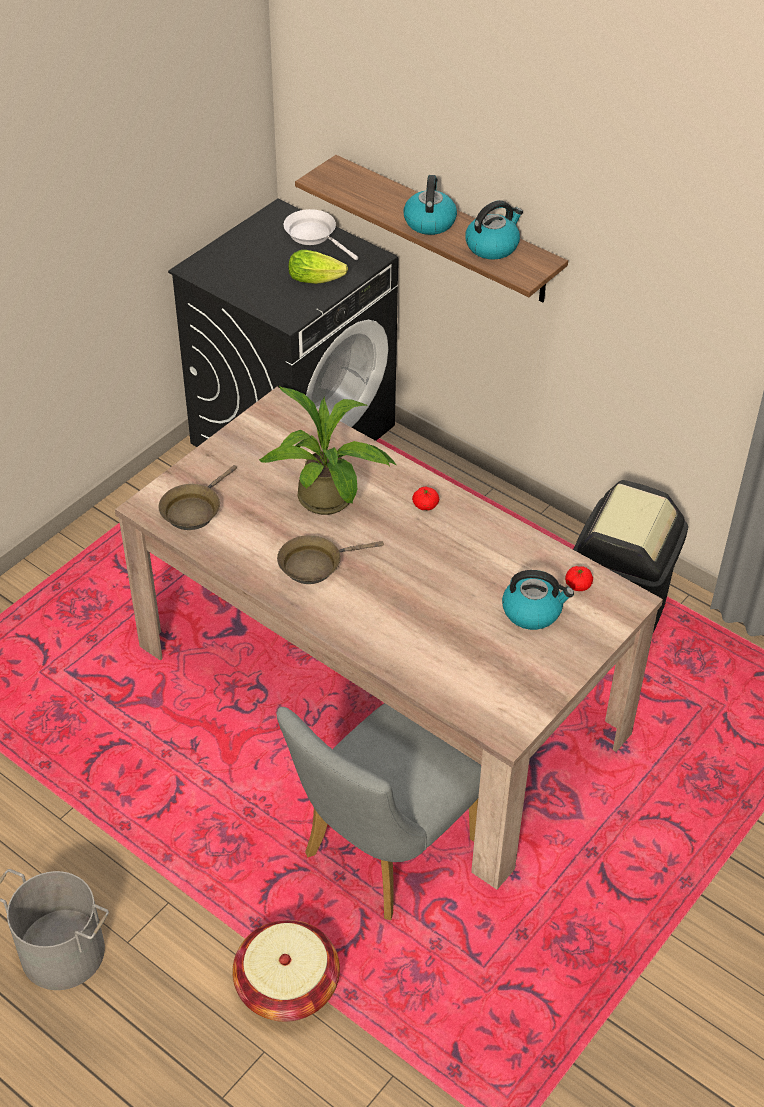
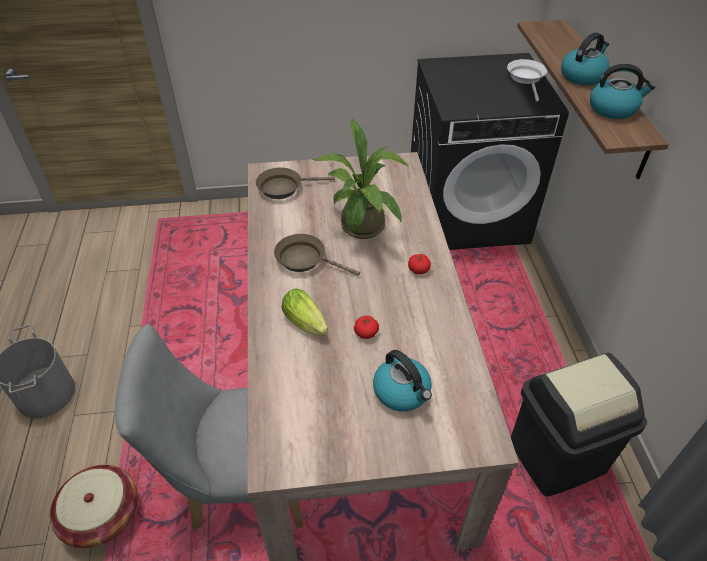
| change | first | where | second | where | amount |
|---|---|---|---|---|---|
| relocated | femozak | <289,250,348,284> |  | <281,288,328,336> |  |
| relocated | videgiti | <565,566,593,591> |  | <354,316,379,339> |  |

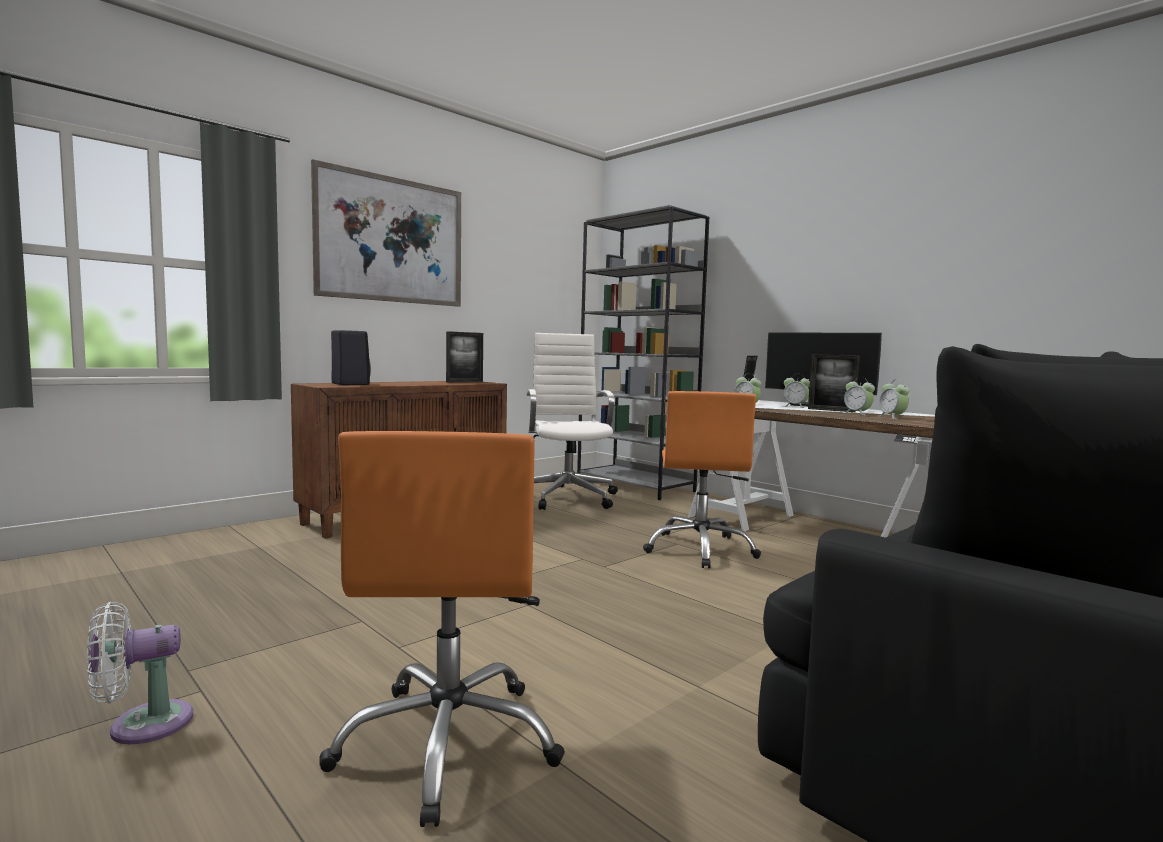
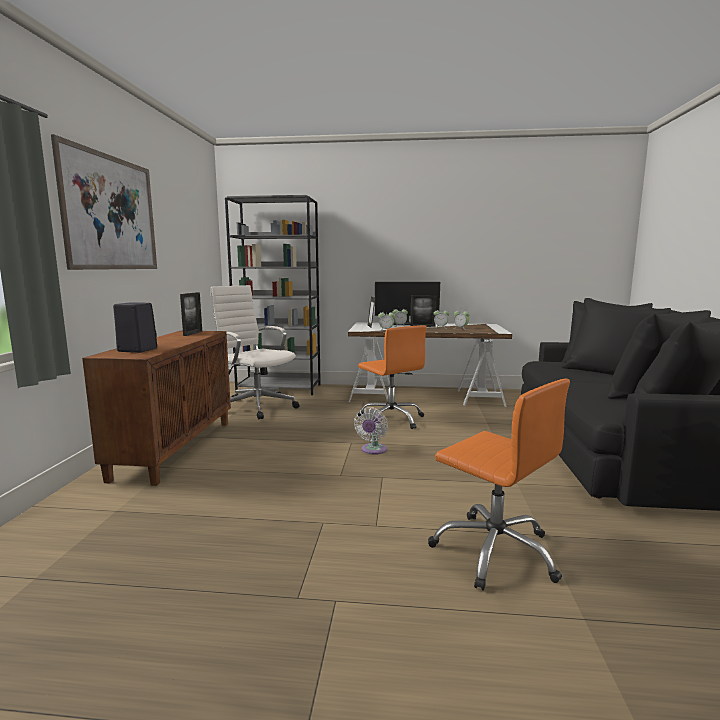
| change | first | where | second | where | amount |
|---|---|---|---|---|---|
| relocated | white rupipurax | <87,602,193,744> |  | <354,407,388,455> |  |

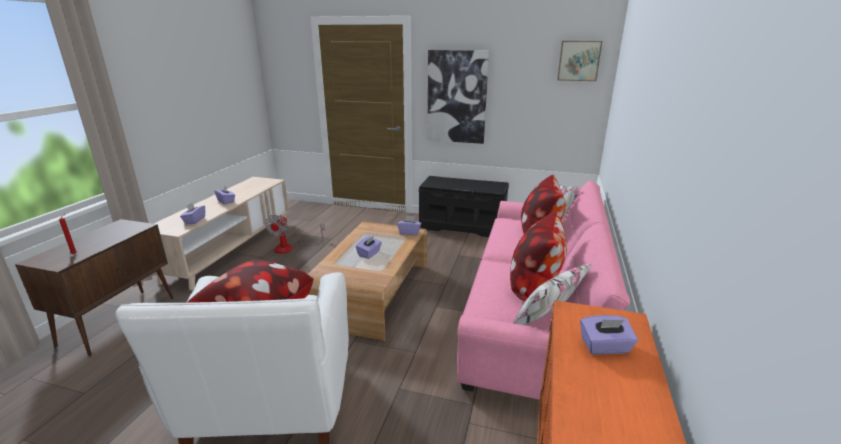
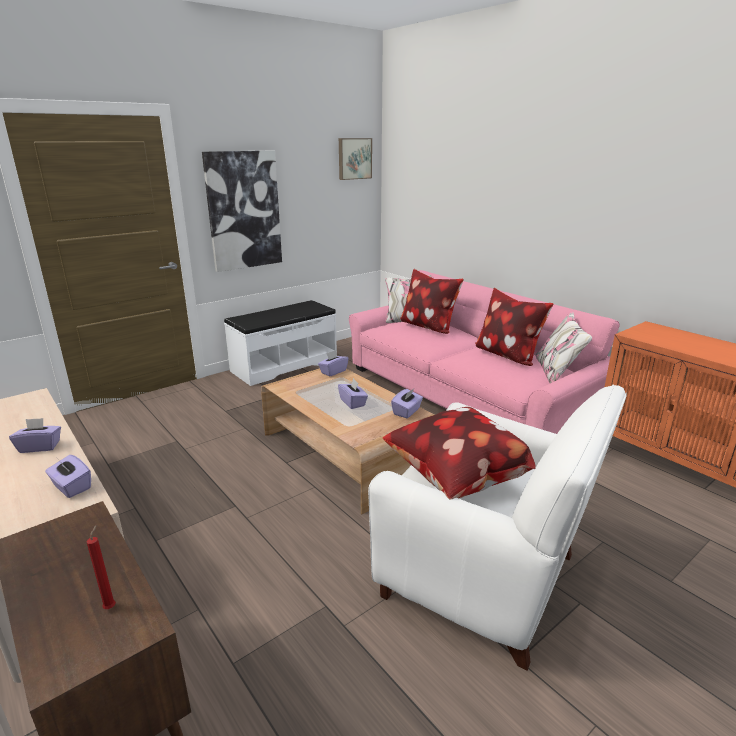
| change | first | where | second | where | amount |
|---|---|---|---|---|---|
| colour | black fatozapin | <419,176,509,237> | white fatozapin | <224,300,337,386> |  |
| relocated | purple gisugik | <580,315,638,355> |  | <391,389,423,418> |  |
| missing | rupipurax | <265,215,325,254> |  |  |  |

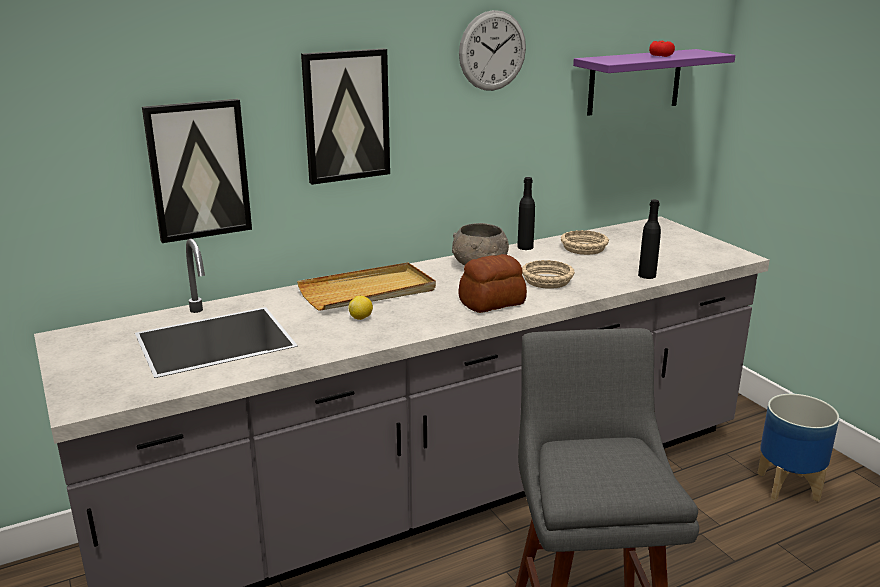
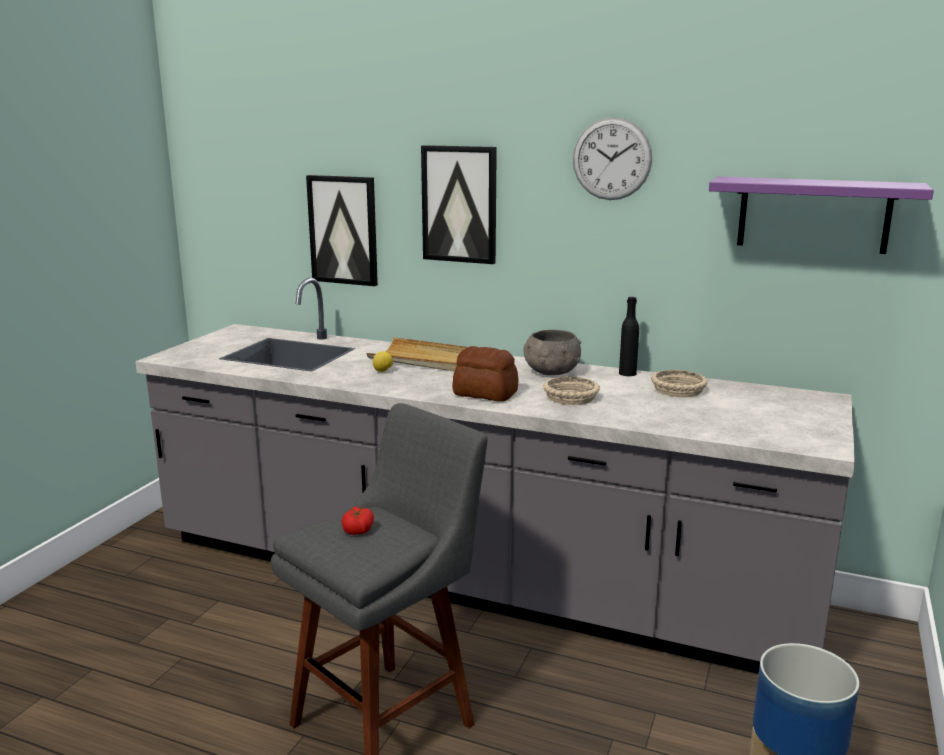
| change | first | where | second | where | amount |
|---|---|---|---|---|---|
| relocated | videgiti | <649,41,675,57> |  | <341,506,374,535> |  |
| missing | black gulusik | <638,200,661,279> |  |  |  |

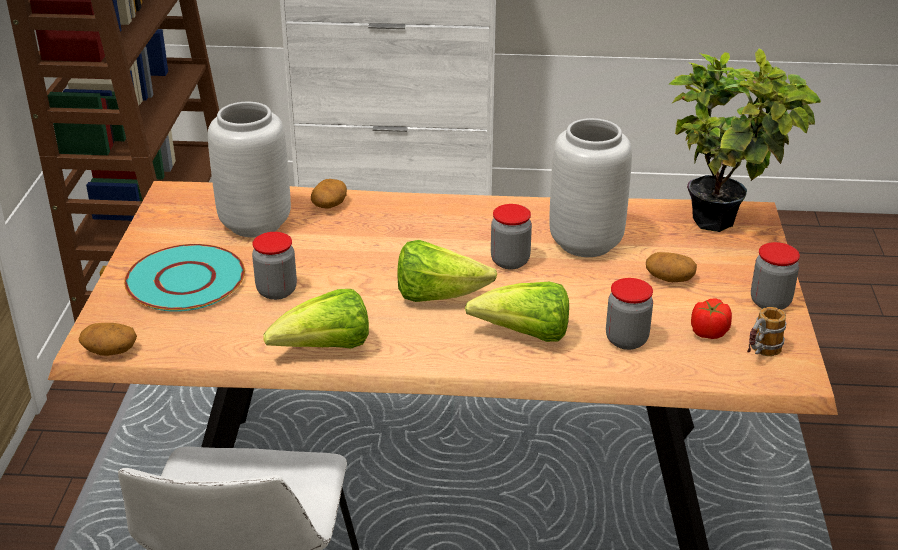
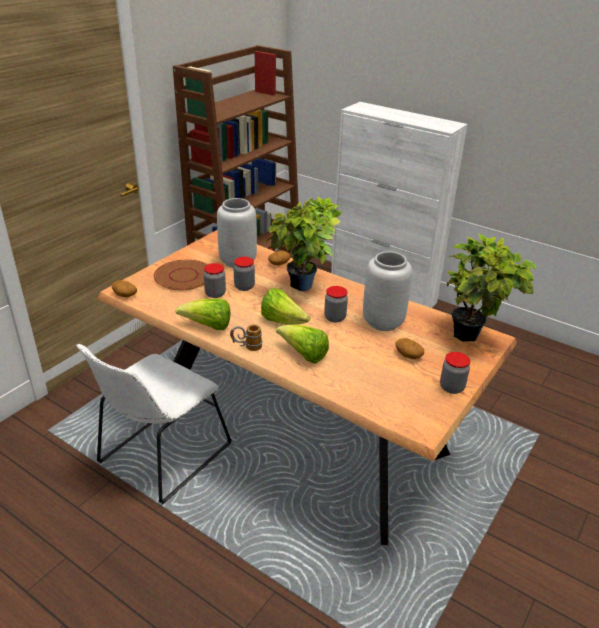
| change | first | where | second | where | amount |
|---|---|---|---|---|---|
| colour | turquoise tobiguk | <124,244,245,312> | brown tobiguk | <154,260,208,290> |  |
| relocated | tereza | <747,307,787,356> |  | <230,324,262,351> |  |
| relocated | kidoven | <606,278,653,350> |  | <234,257,255,291> |  |
| appeared |  |  | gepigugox | <266,197,342,291> |  |
| missing | videgiti | <691,298,732,339> |  |  |  |

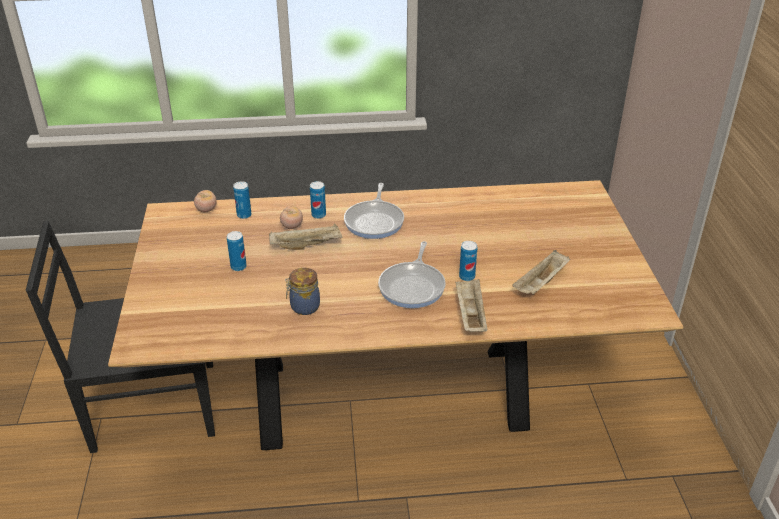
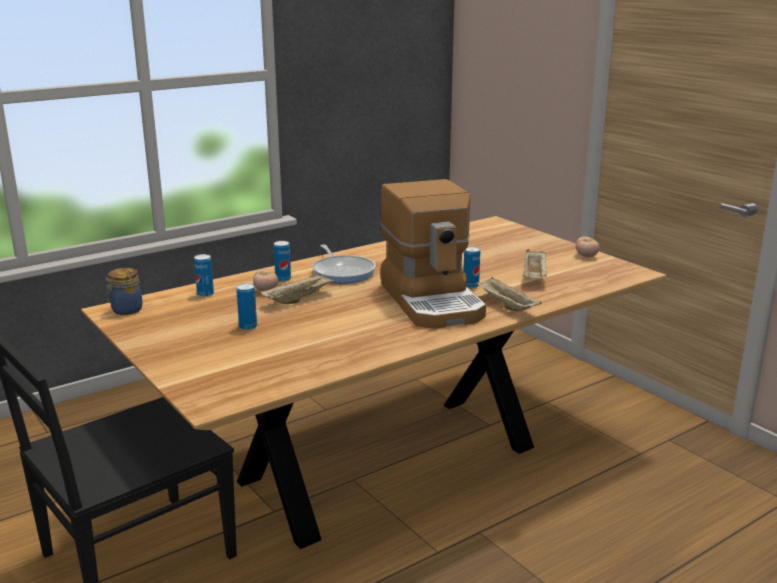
| change | first | where | second | where | amount |
|---|---|---|---|---|---|
| relocated | kidoven | <285,268,320,315> |  | <105,268,143,315> |  |
| exchanged | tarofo | <378,241,446,308> | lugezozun | <380,179,486,329> |  |
| relocated | videgiti | <194,190,217,212> |  | <576,236,600,257> |  |

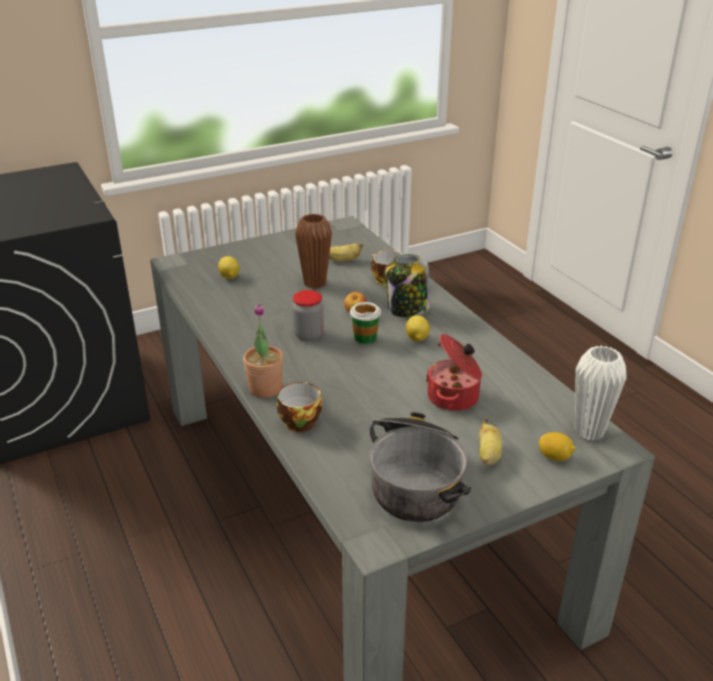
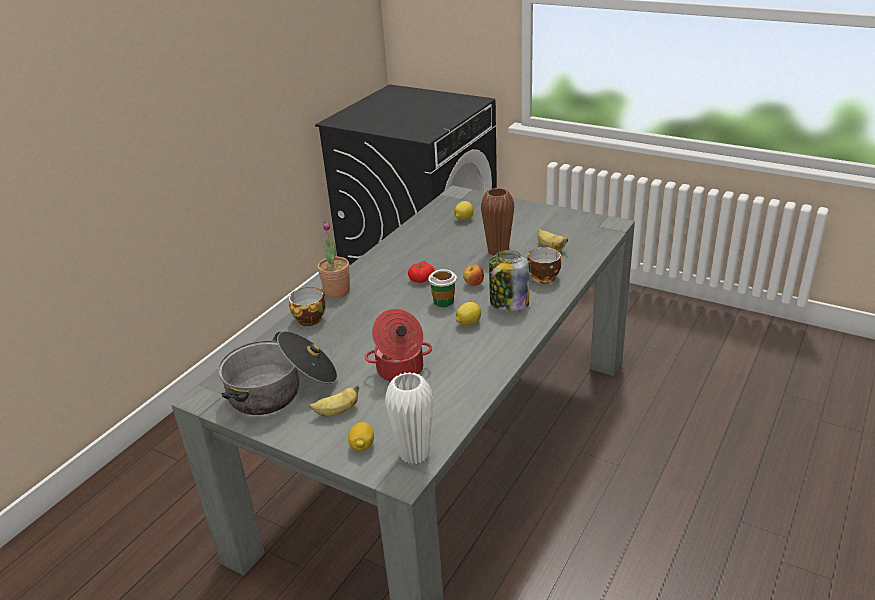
| change | first | where | second | where | amount |
|---|---|---|---|---|---|
| exchanged | kidoven | <292,290,324,341> | videgiti | <408,261,435,283> |  |

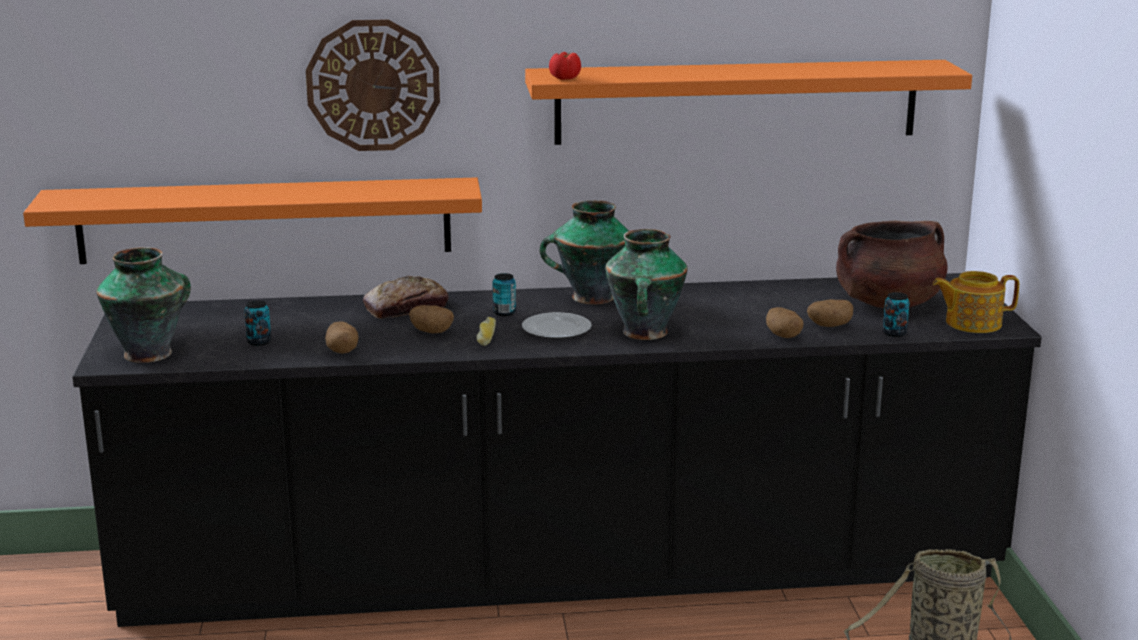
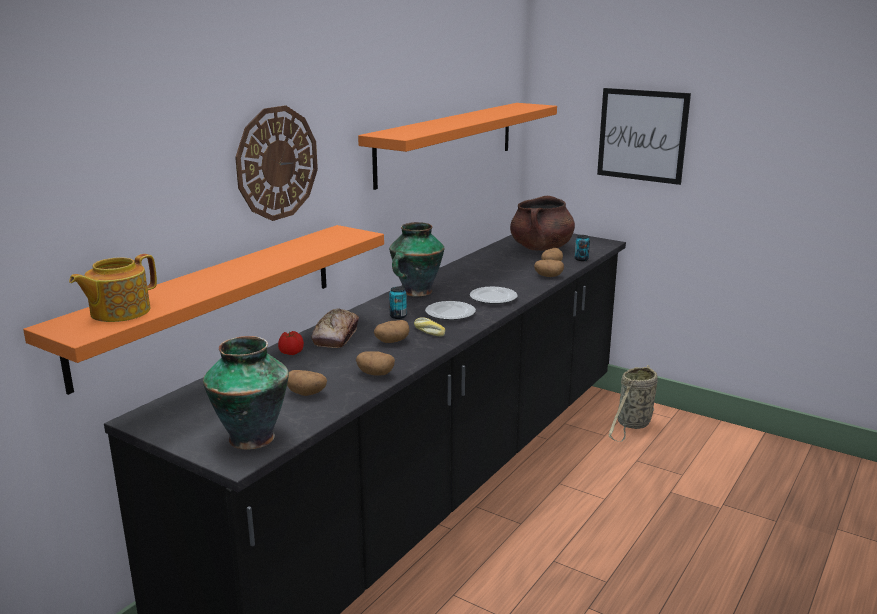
| change | first | where | second | where | amount |
|---|---|---|---|---|---|
| relocated | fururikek | <933,271,1019,333> |  | <69,254,157,322> |  |
| relocated | videgiti | <549,52,581,80> |  | <278,331,304,355> |  |
| exchanged | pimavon | <244,300,271,346> | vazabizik | <287,370,327,396> |  |
| exchanged | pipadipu | <605,229,688,340> | tobiguk | <470,287,518,304> |  |
| appeared |  |  | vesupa | <597,88,691,185> |  |

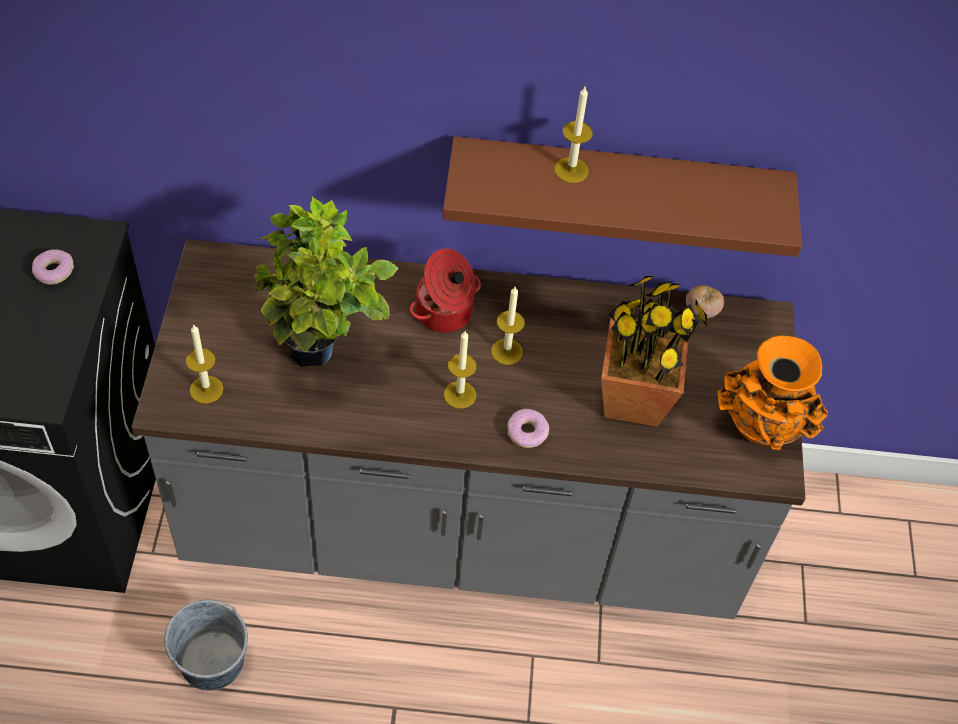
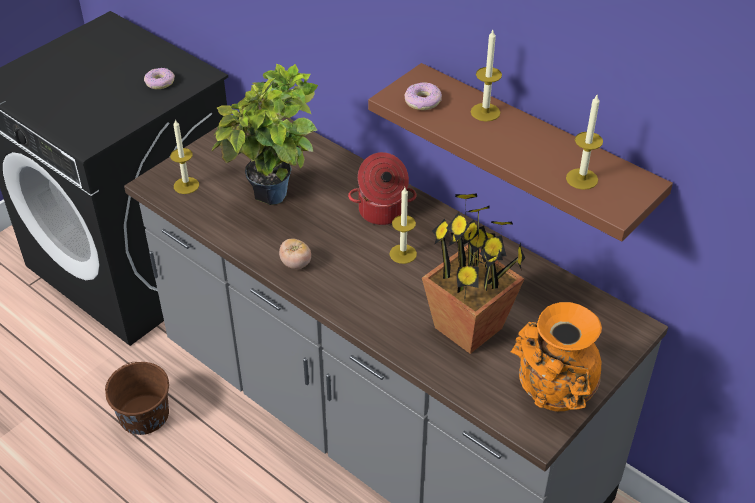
| change | first | where | second | where | amount |
|---|---|---|---|---|---|
| colour | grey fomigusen | <164,600,248,691> | brown fomigusen | <105,362,169,435> |  |
| relocated | videgiti | <686,285,724,318> |  | <279,239,311,269> |  |
| relocated | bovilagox | <508,409,549,448> |  | <404,82,442,110> |  |
| relocated | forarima | <444,331,477,409> |  | <566,95,603,190> |  |

